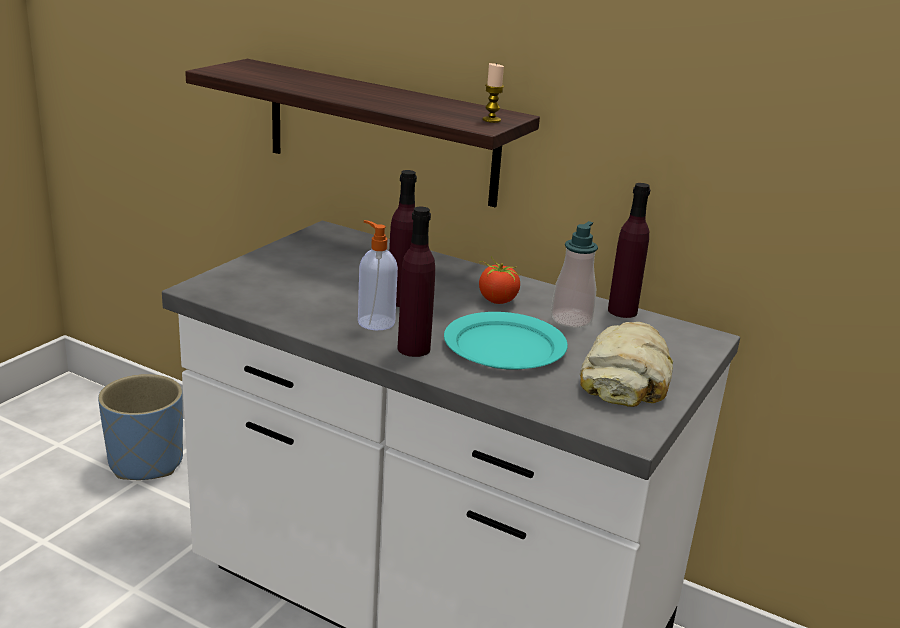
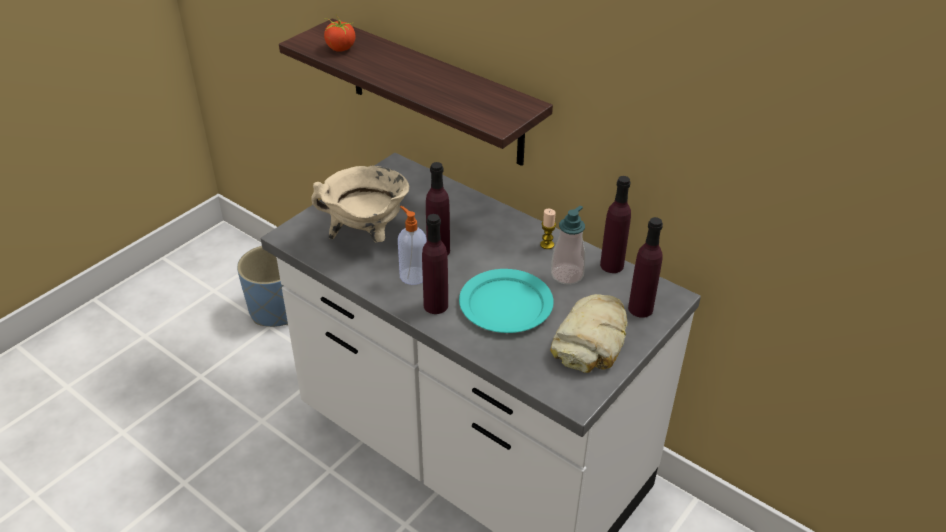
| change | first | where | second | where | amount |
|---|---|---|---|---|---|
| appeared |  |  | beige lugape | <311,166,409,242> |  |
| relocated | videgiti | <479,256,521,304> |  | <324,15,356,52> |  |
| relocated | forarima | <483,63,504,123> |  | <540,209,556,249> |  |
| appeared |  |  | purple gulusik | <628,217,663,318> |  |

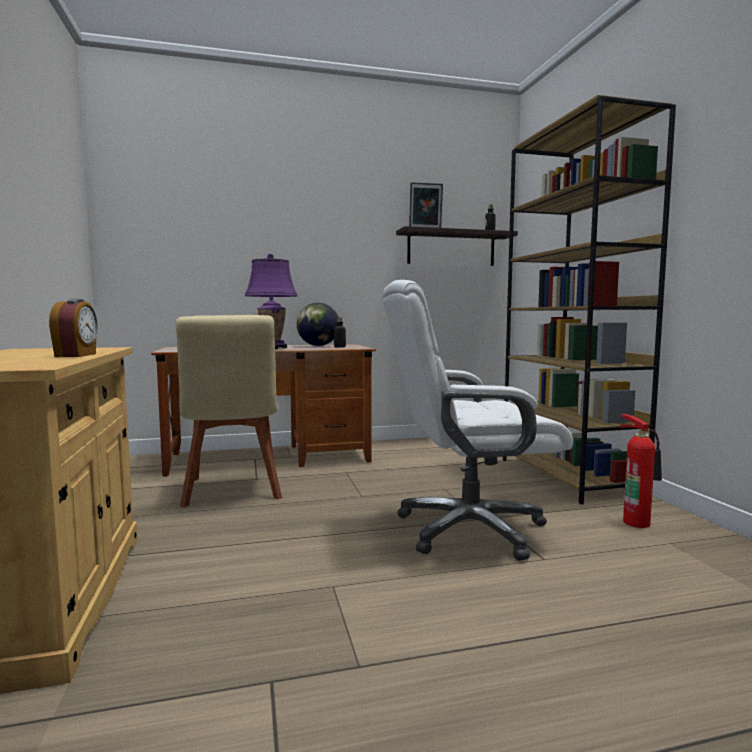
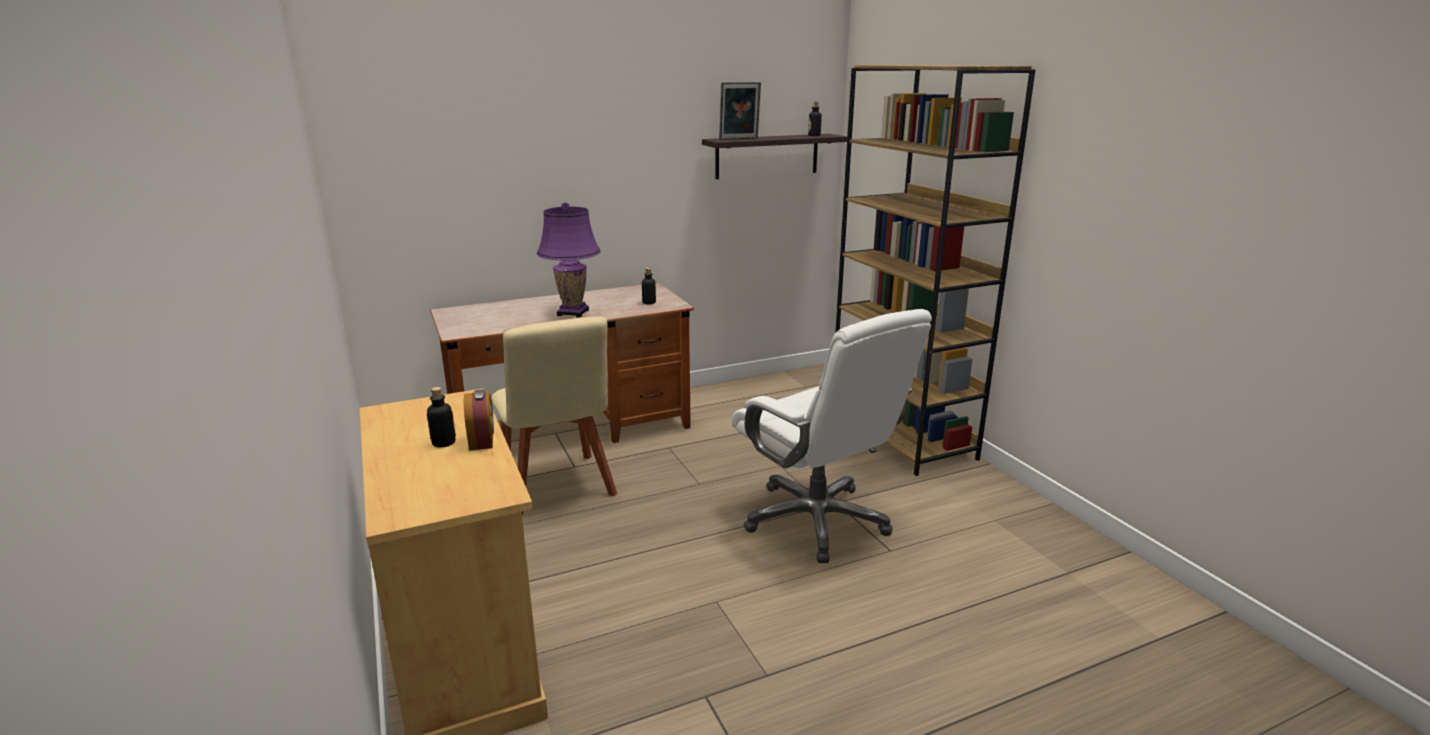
| change | first | where | second | where | amount |
|---|---|---|---|---|---|
| appeared |  |  | gulusik | <427,387,456,448> |  |
| spun | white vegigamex | <383,280,573,561> |  | <732,309,932,563> | 105 degrees counterclockwise |
| missing | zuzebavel | <297,303,338,346> |  |  |  |
| missing | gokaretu | <620,414,662,528> |  |  |  |

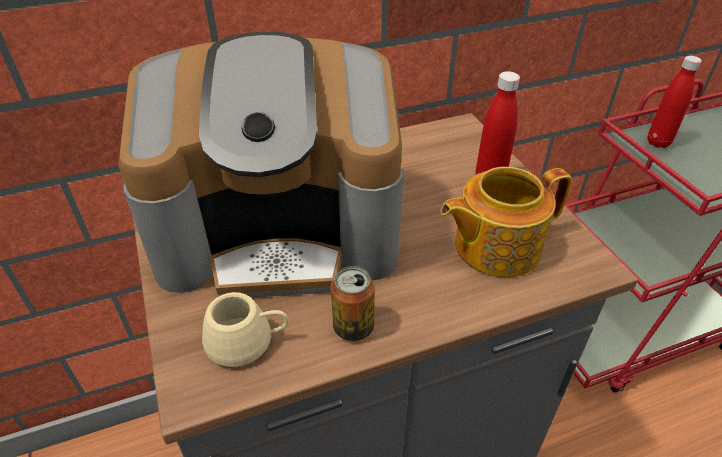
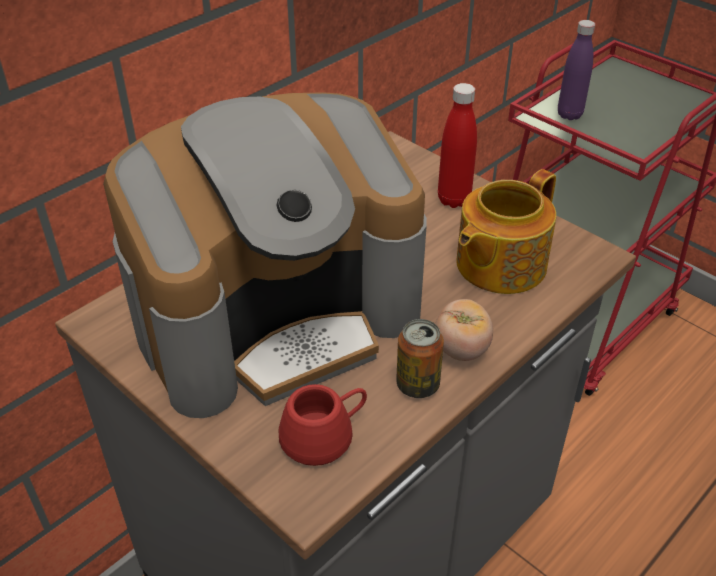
| change | first | where | second | where | amount |
|---|---|---|---|---|---|
| colour | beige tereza | <202,292,289,367> | red tereza | <279,384,367,466> |  |
| appeared |  |  | videgiti | <435,299,493,361> |  |
| colour | red gulusik | <648,56,702,148> | purple gulusik | <558,20,595,120> |  |

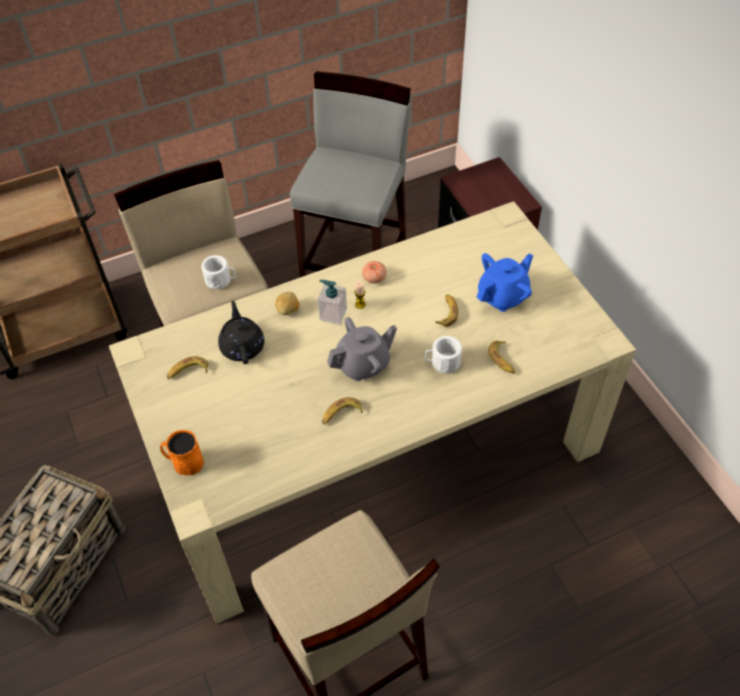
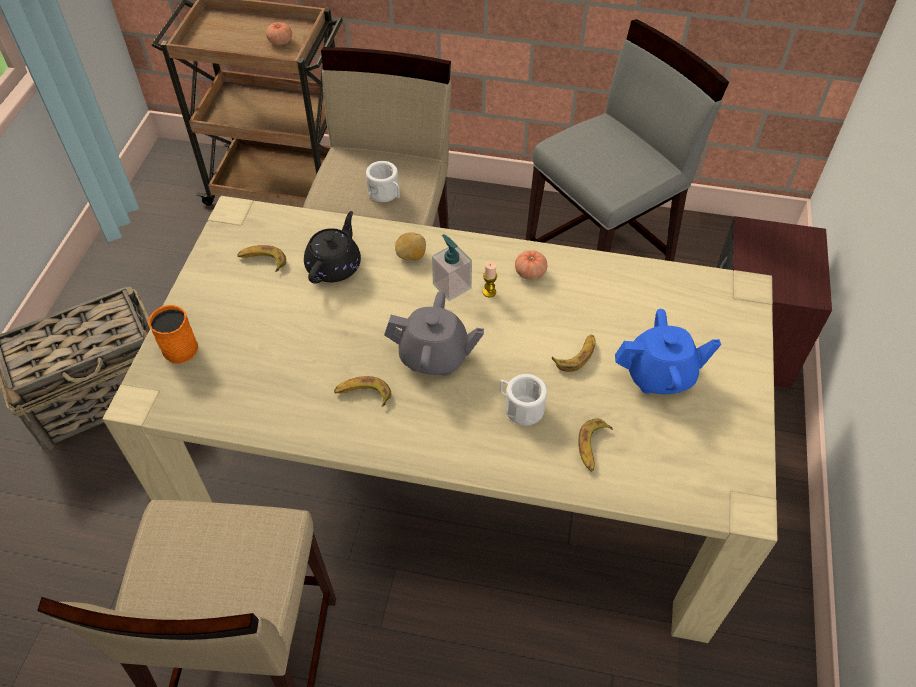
| change | first | where | second | where | amount |
|---|---|---|---|---|---|
| appeared |  |  | videgiti | <266,22,292,45> |  |

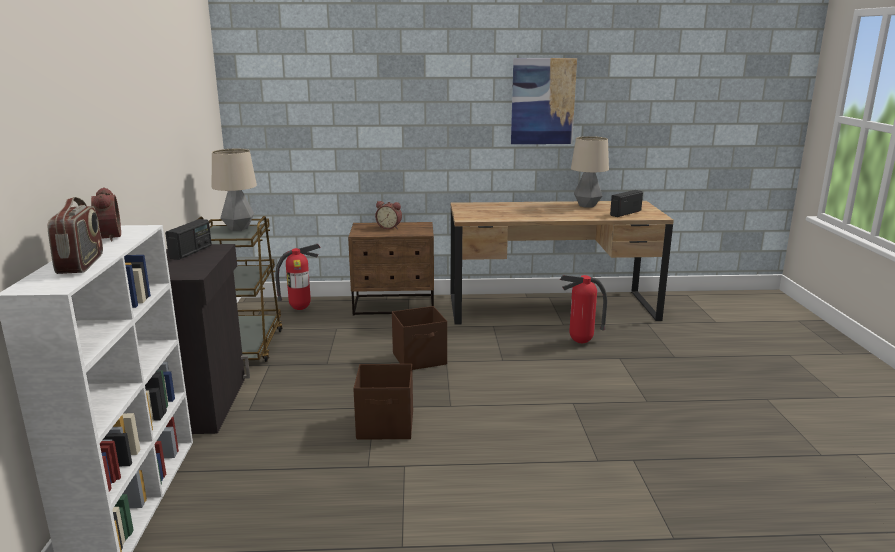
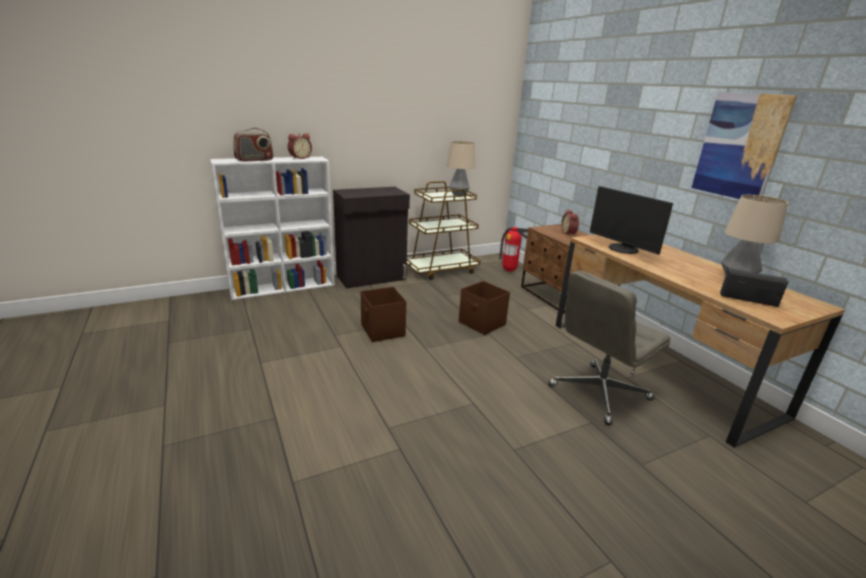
| change | first | where | second | where | amount |
|---|---|---|---|---|---|
| exchanged | gokaretu | <560,275,607,343> | grey vegigamex | <548,271,671,425> |  |
| appeared |  |  | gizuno | <590,186,673,255> |  |
| missing | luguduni | <165,219,212,260> |  |  |  |

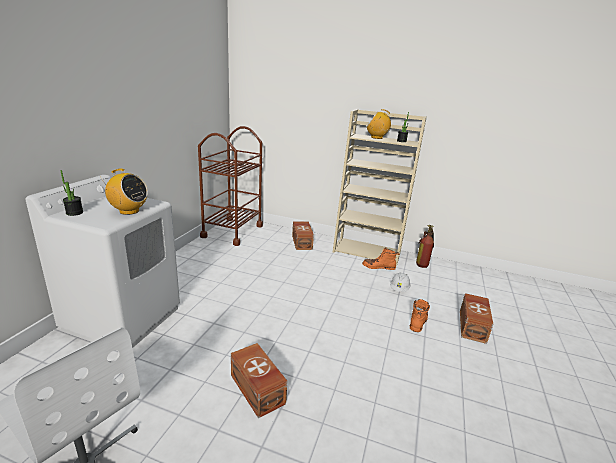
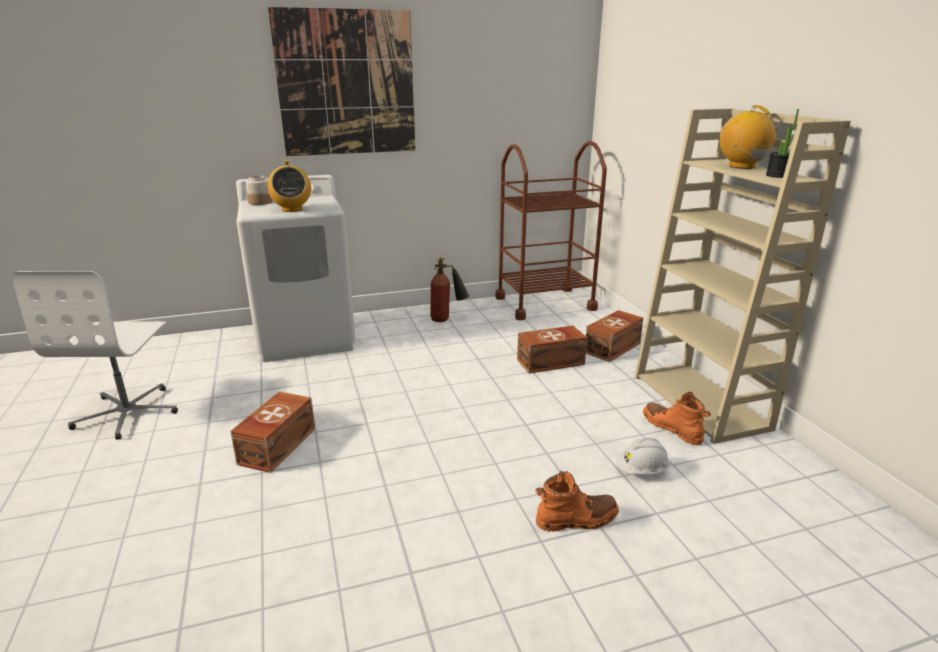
| change | first | where | second | where | amount |
|---|---|---|---|---|---|
| exchanged | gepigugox | <60,170,83,216> | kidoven | <245,176,272,205> |  |
| appeared |  |  | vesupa | <268,7,415,156> |  |
| relocated | gokaretu | <416,225,434,268> |  | <430,257,469,322> |  |
| relocated | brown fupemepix | <460,293,493,344> |  | <517,326,587,373> |  |

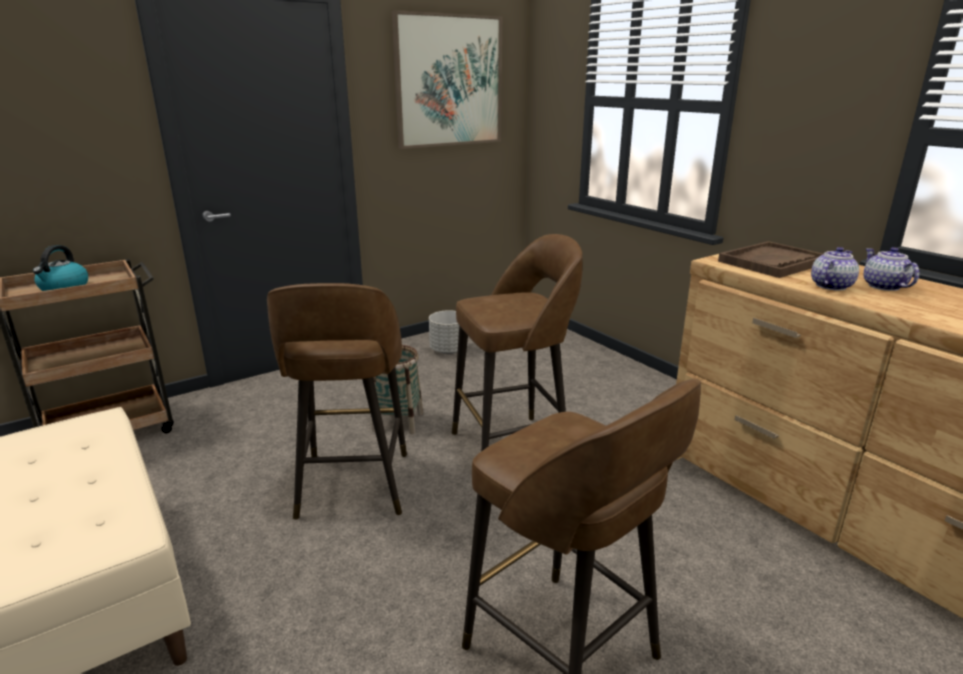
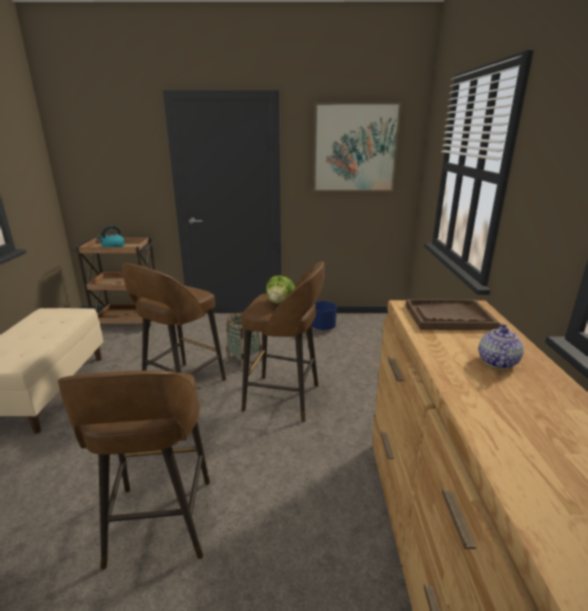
| change | first | where | second | where | amount |
|---|---|---|---|---|---|
| appeared |  |  | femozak | <266,276,295,304> |  |
| colour | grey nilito | <429,310,459,354> | blue nilito | <312,301,337,330> |  |
| missing | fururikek | <811,247,859,291> |  |  |  |

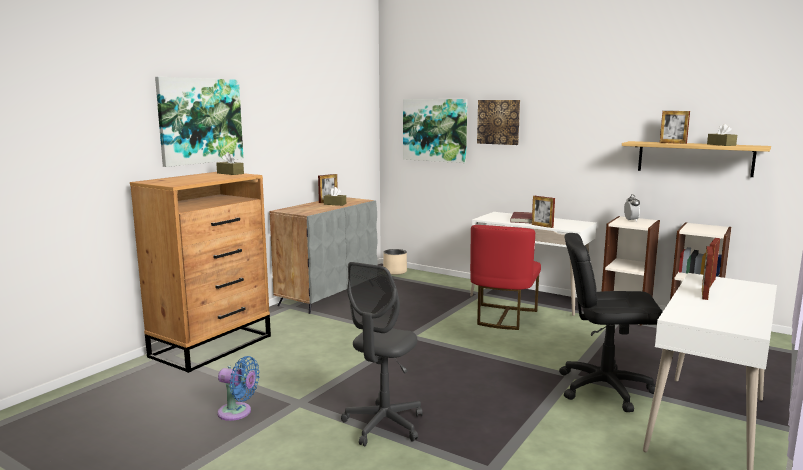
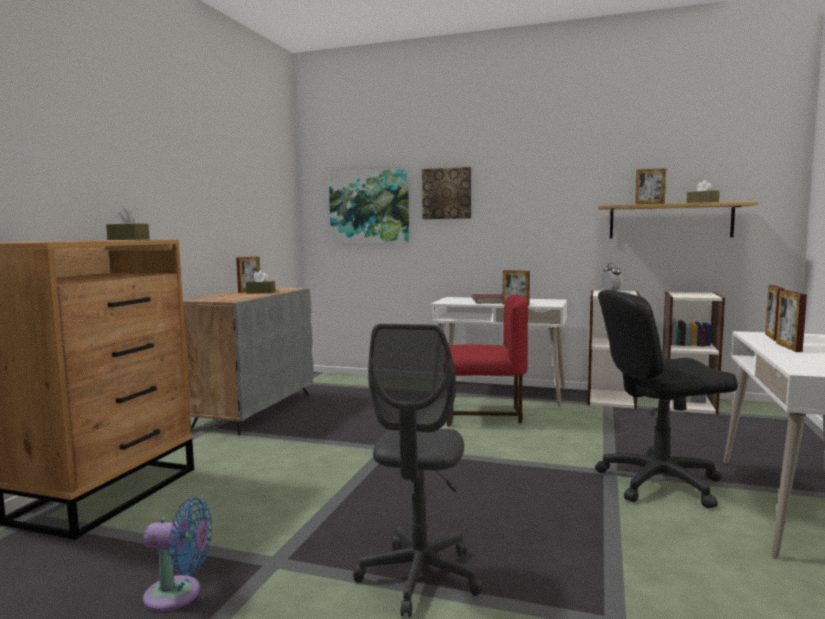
| change | first | where | second | where | amount |
|---|---|---|---|---|---|
| spun | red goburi | <470,225,541,330> |  | <447,295,528,426> | 90 degrees counterclockwise |
| missing | vesupa | <155,77,243,167> |  |  |  |
| missing | beige nilito | <383,249,407,275> |  |  |  |

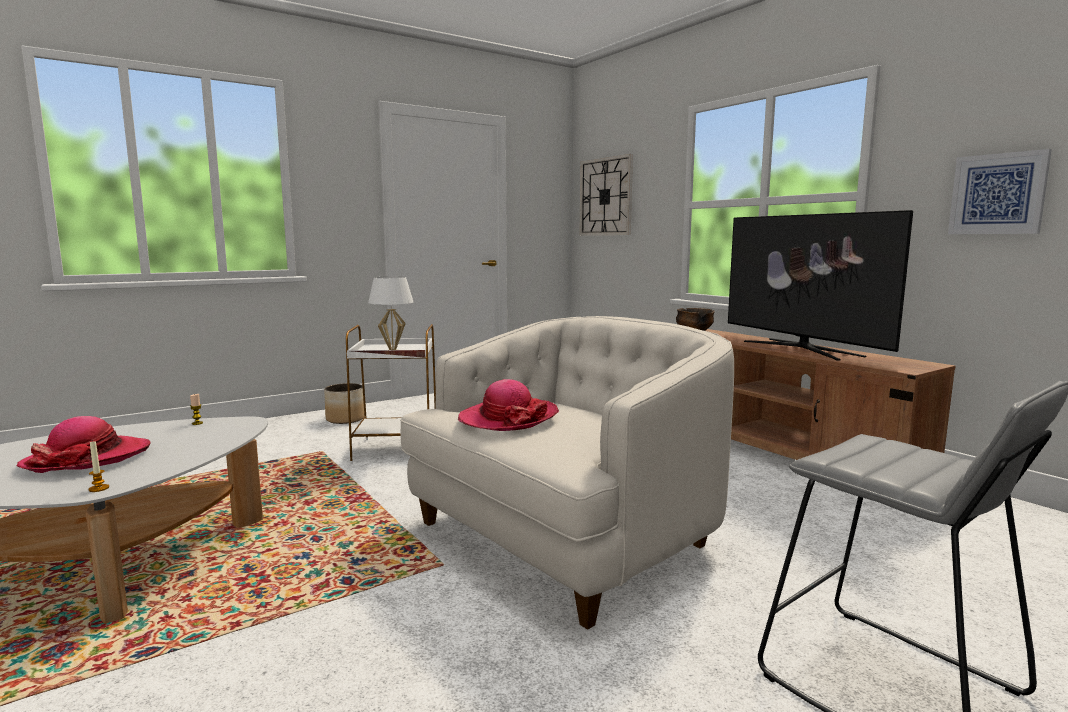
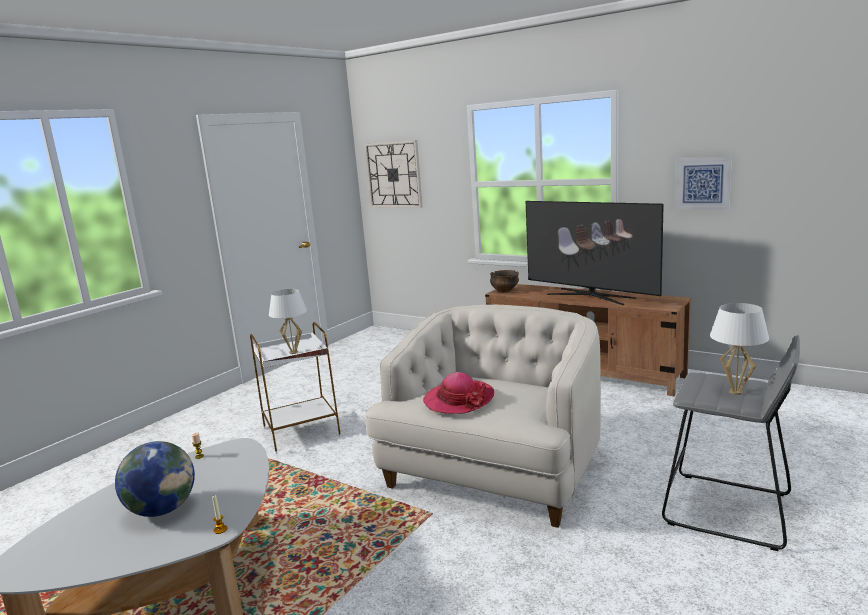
| change | first | where | second | where | amount |
|---|---|---|---|---|---|
| exchanged | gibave | <16,416,150,473> | zuzebavel | <115,441,195,517> |  |
| appeared |  |  | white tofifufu | <710,303,769,395> |  |
| missing | nilito | <324,383,364,424> |  |  |  |

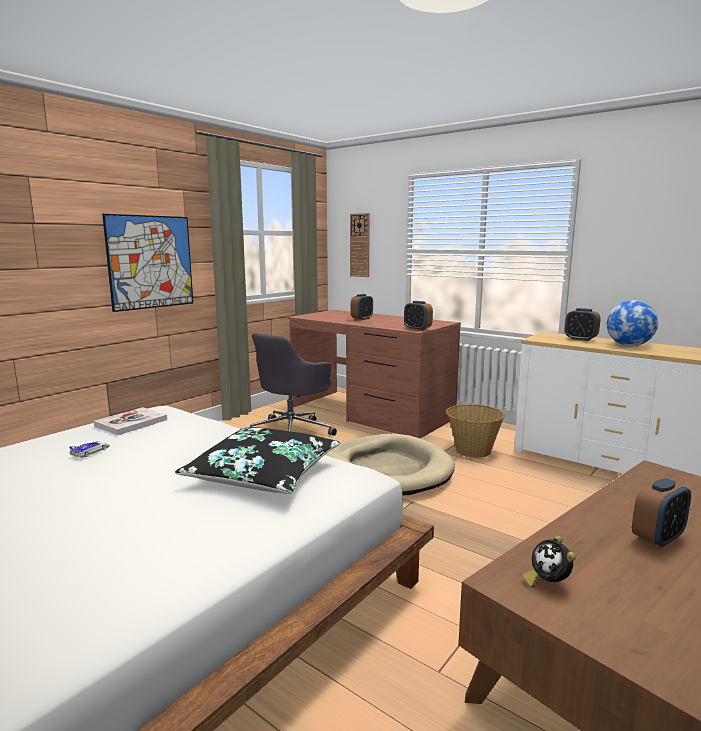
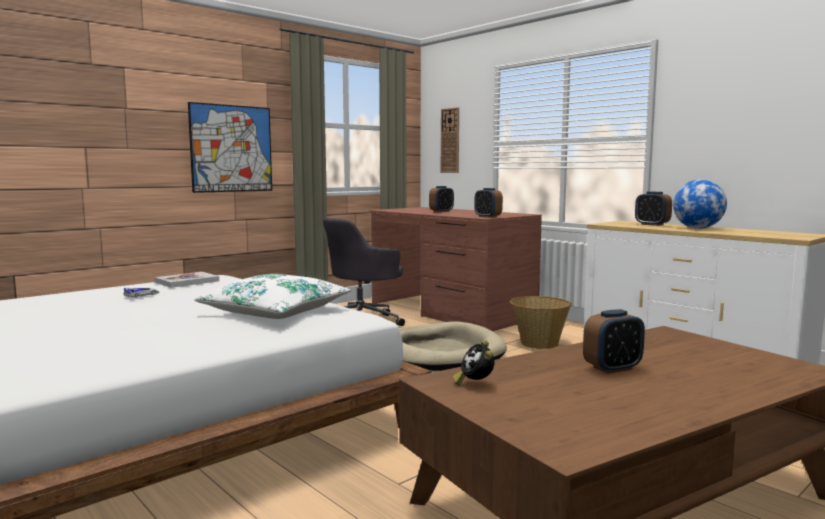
| change | first | where | second | where | amount |
|---|---|---|---|---|---|
| colour | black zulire | <175,427,340,494> | white zulire | <195,274,351,319> |  |

